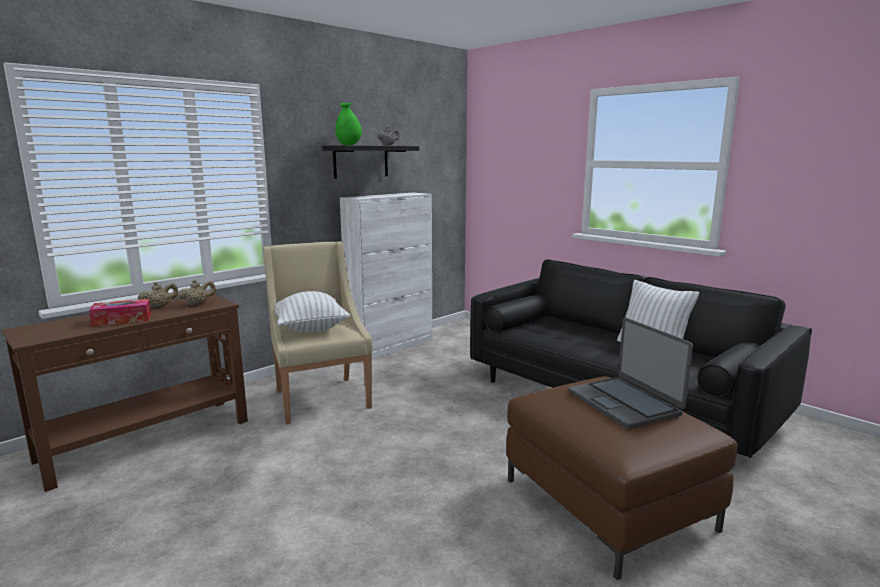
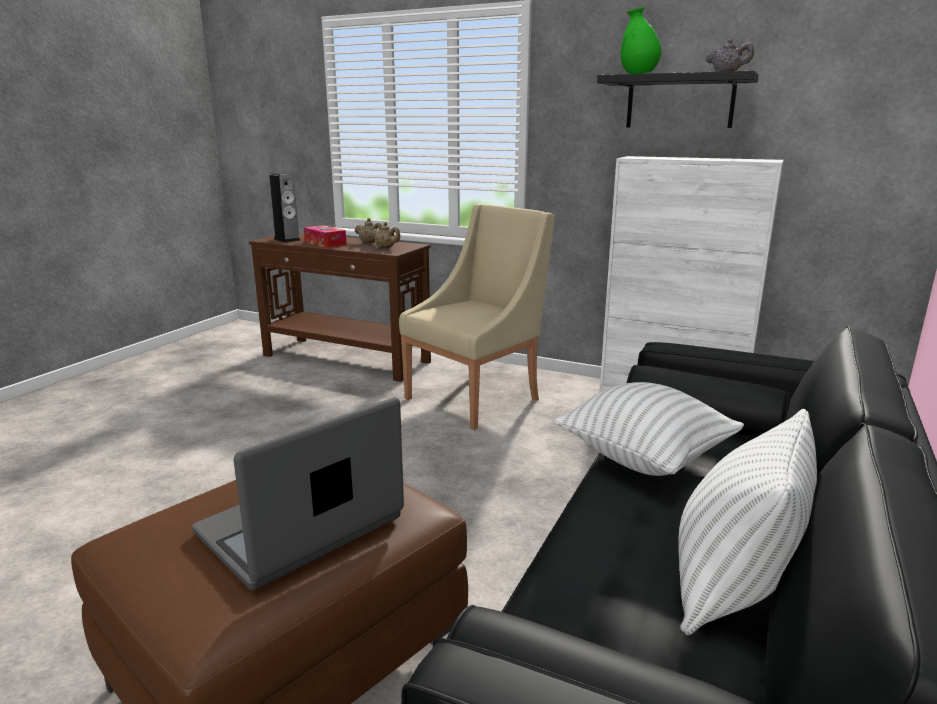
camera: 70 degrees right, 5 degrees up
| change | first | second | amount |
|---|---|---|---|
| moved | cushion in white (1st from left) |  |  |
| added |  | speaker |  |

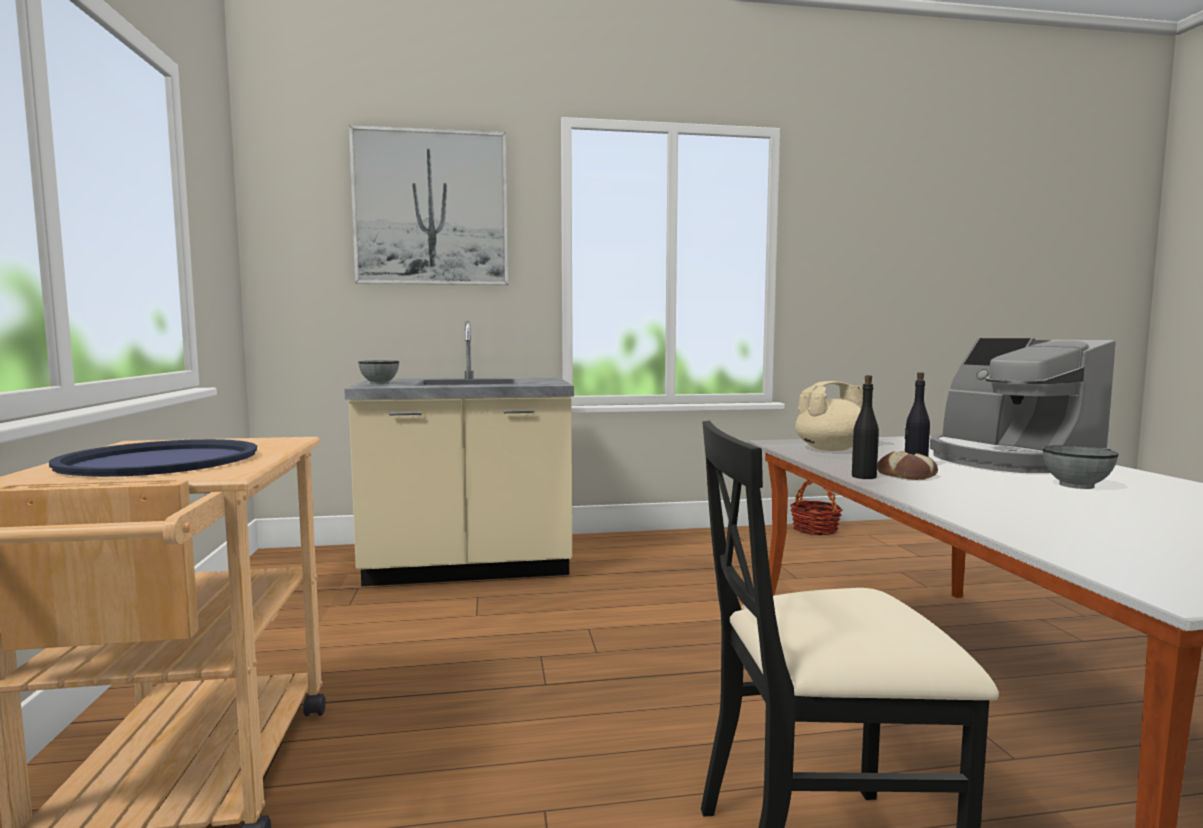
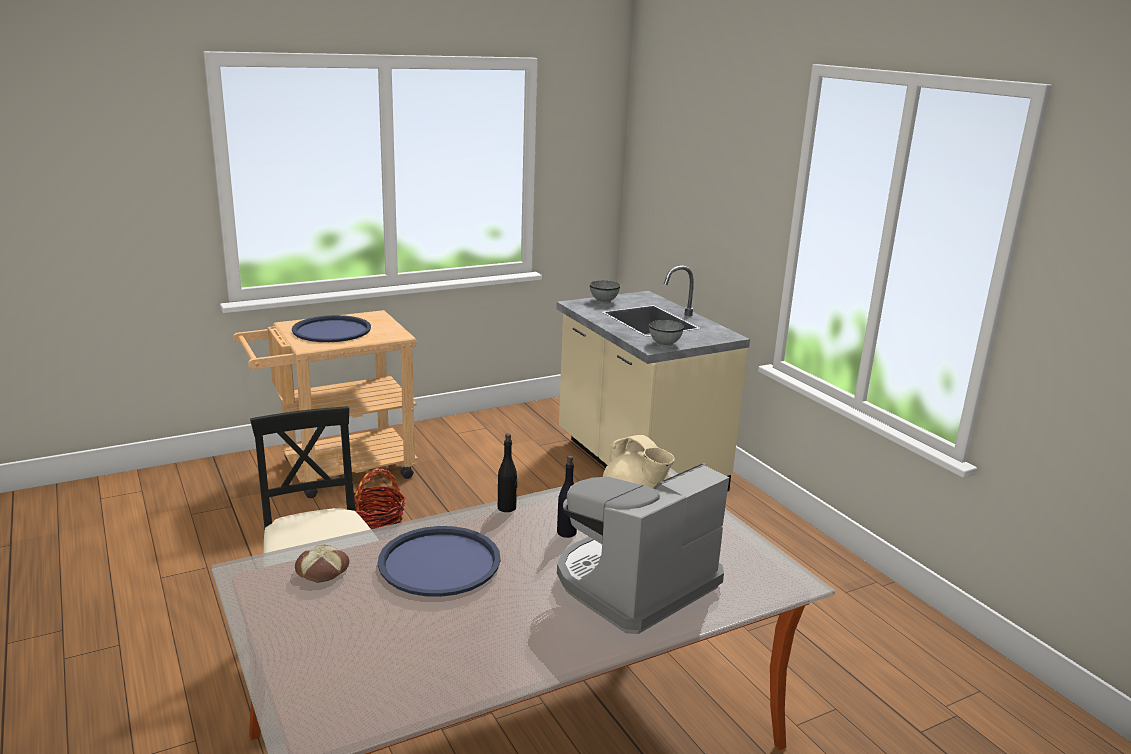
camera: 70 degrees right, 15 degrees up
| change | first | second | amount |
|---|---|---|---|
| removed | wall art |  |  |
| moved | bowl in grey (2nd from left) |  |  |
| moved | bakery bread |  |  |
| moved | household basket |  |  |
| added |  | tray in blue-coloured (2nd from left) |  |

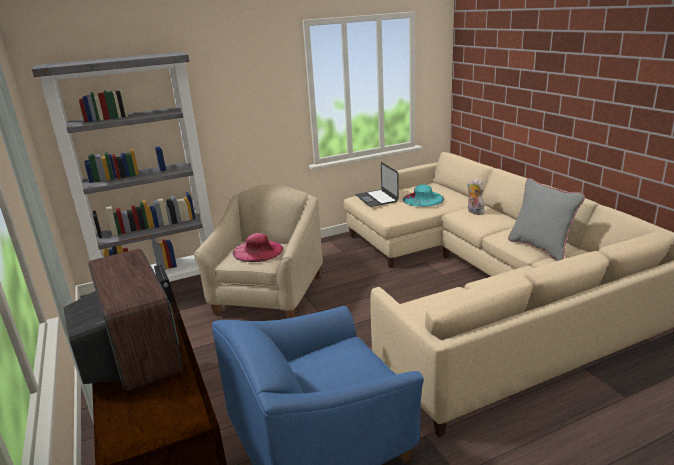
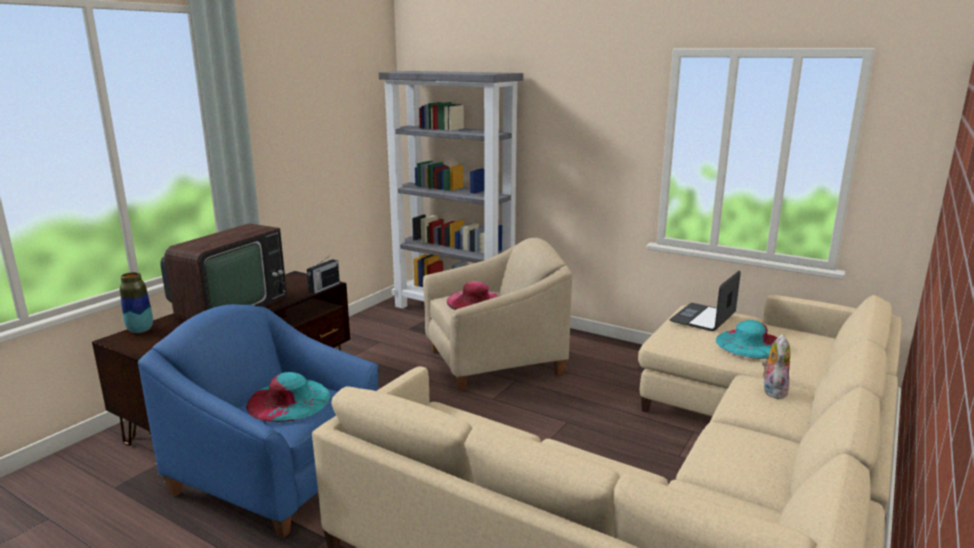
camera: 55 degrees right, 5 degrees down
| change | first | second | amount |
|---|---|---|---|
| removed | cushion in grey |  |  |
| added |  | vase |  |
| added |  | wearable hat in turquoise-coloured (1st from left) |  |

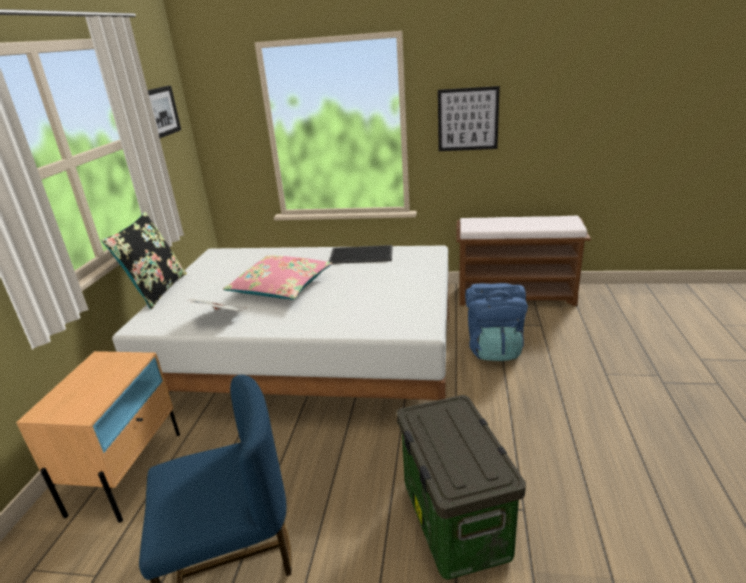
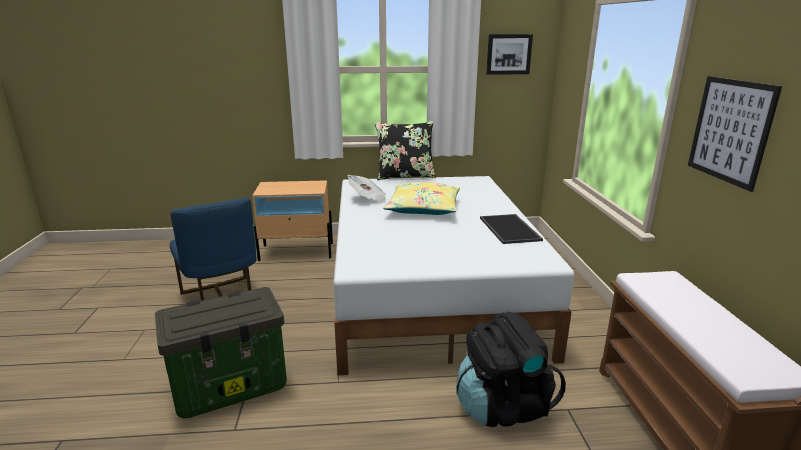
camera: 75 degrees right, 5 degrees down
| change | first | second | amount |
|---|---|---|---|
| recoloured | cushion in pinkish | cushion in yellowish |  |
| recoloured | rucksack in blue-coloured | rucksack in black-coloured |  |

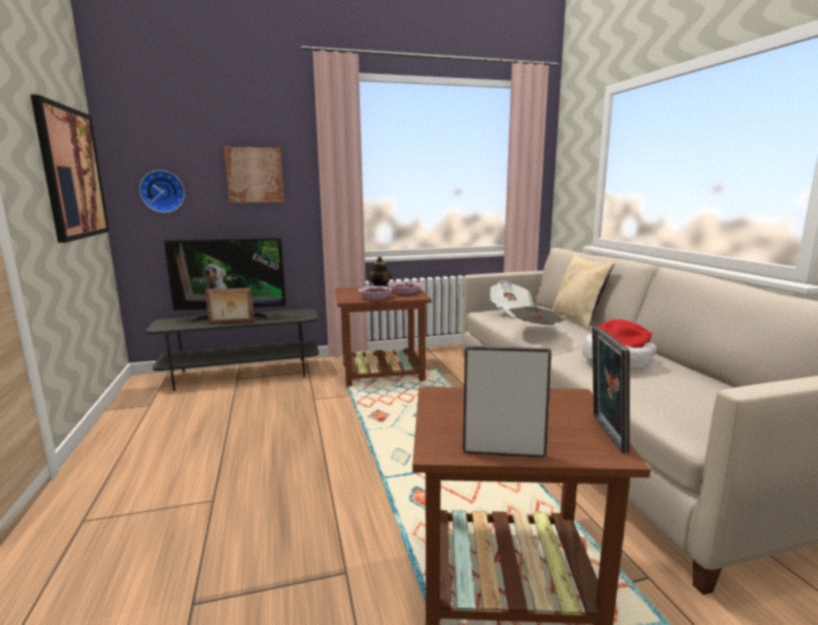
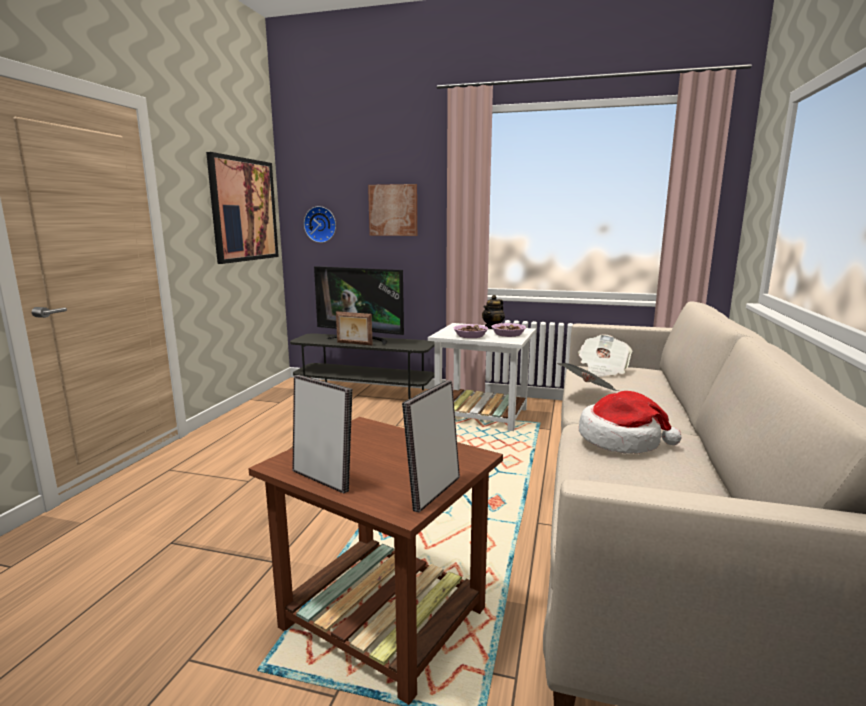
camera: 30 degrees right, 0 degrees up
| change | first | second | amount |
|---|---|---|---|
| removed | cushion in sand-coloured |  |  |
| recoloured | accent table in brown-coloured (1st from left) | accent table in white |  |

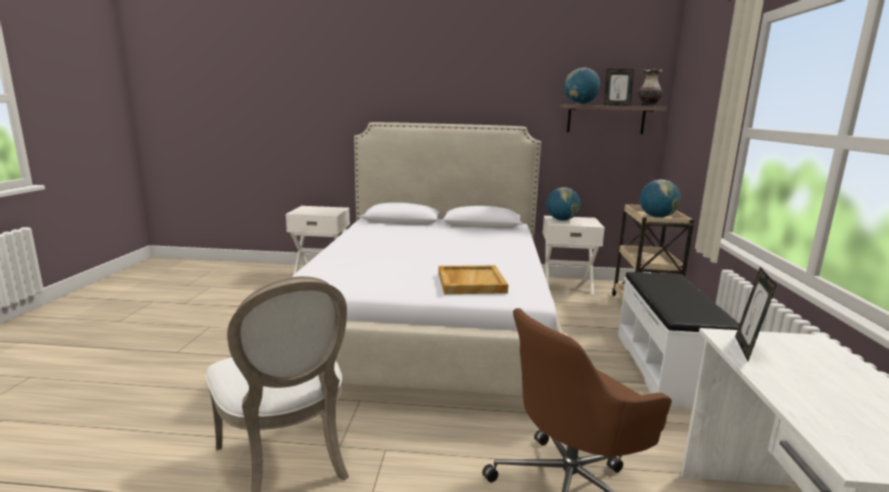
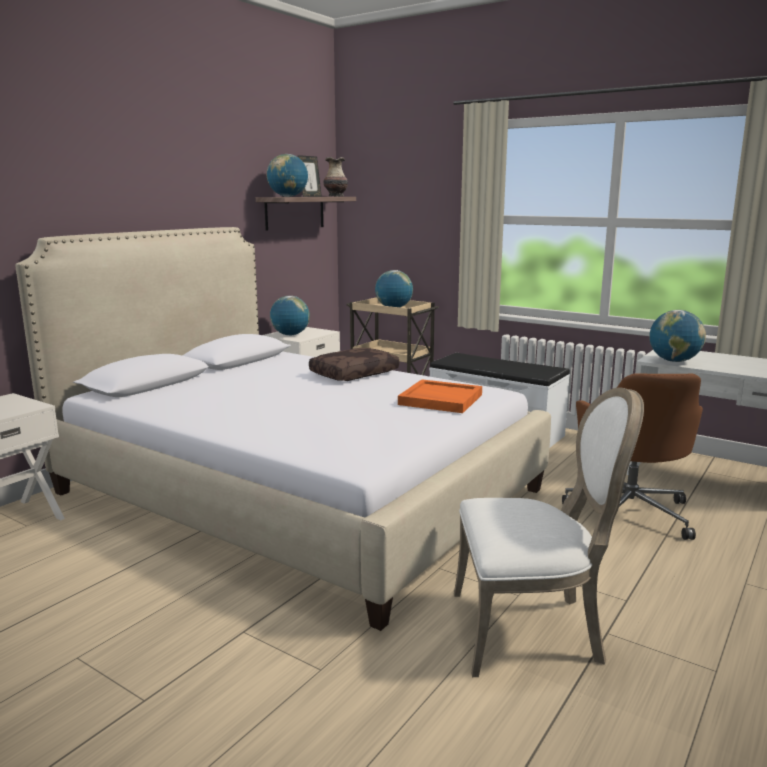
camera: 60 degrees left, 0 degrees up
| change | first | second | amount |
|---|---|---|---|
| recoloured | tray in sand-coloured | tray in orangey |  |
| replaced | picture frame (2nd from left) | desk globe (4th from left) |  |
| added |  | cushion in brown-coloured |  |

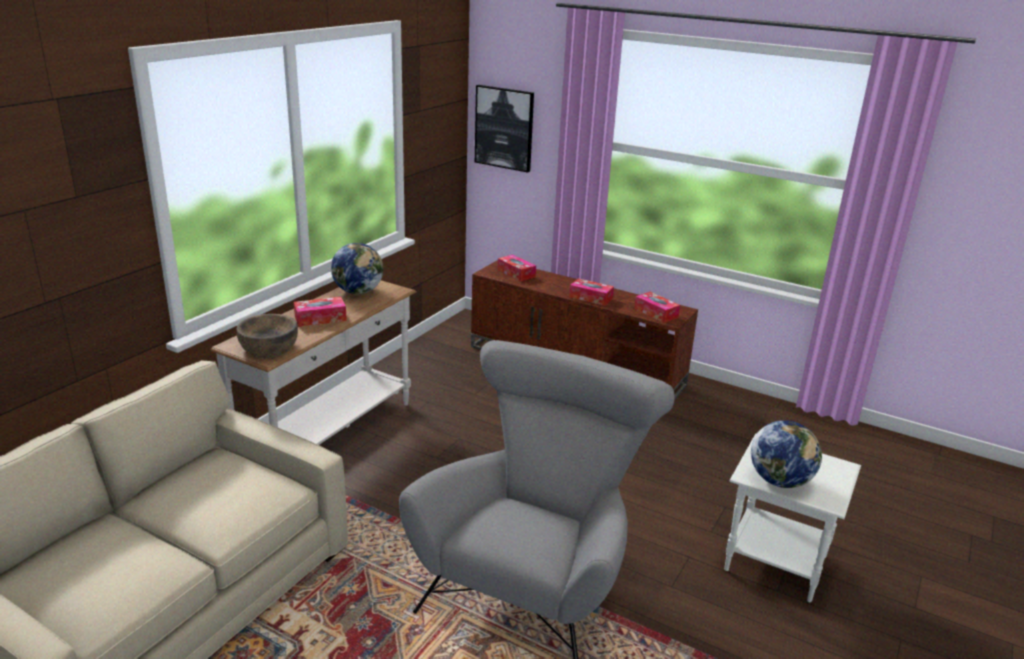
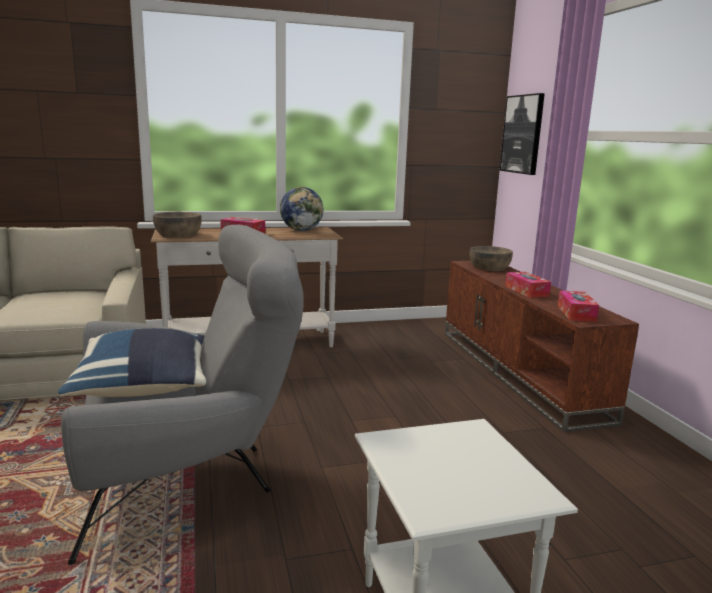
camera: 45 degrees right, 10 degrees down
| change | first | second | amount |
|---|---|---|---|
| replaced | tissue box (2nd from left) | bowl in brown-coloured (2nd from left) |  |
| removed | desk globe (2nd from left) |  |  |
| added |  | cushion in blue-coloured |  |

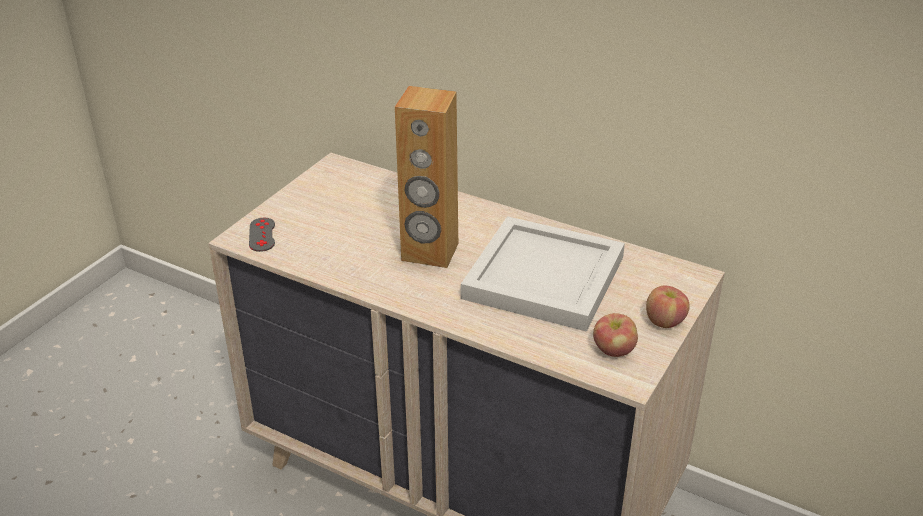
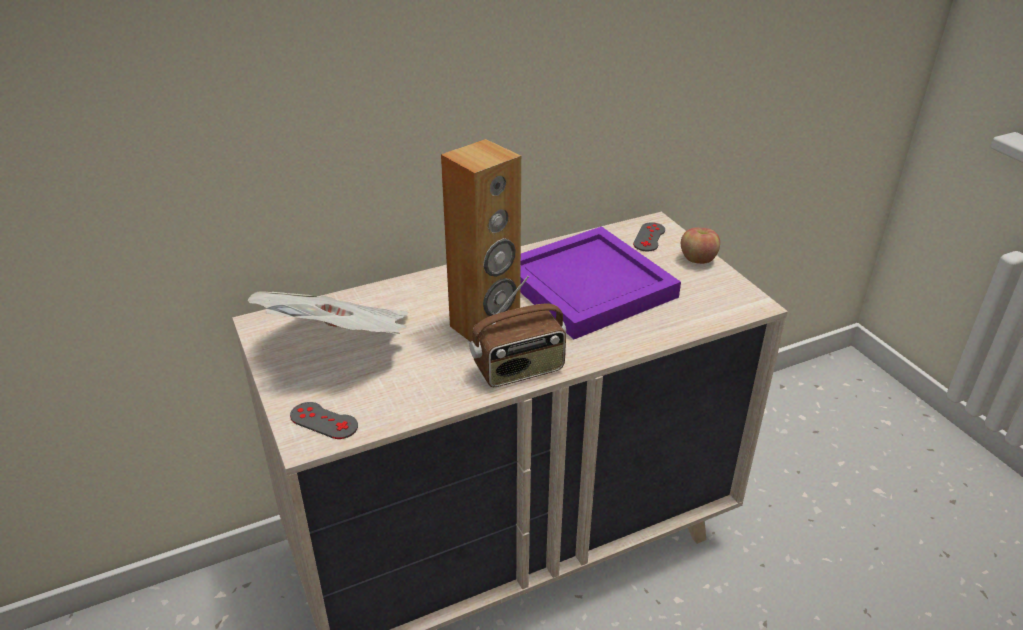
camera: 55 degrees left, 0 degrees up
| change | first | second | amount |
|---|---|---|---|
| recoloured | tray in white | tray in purple-coloured |  |
| removed | apple fruit (1st from left) |  |  |
| added |  | joypad in grey (2nd from left) |  |
| added |  | radio set |  |
| added |  | daily paper |  |

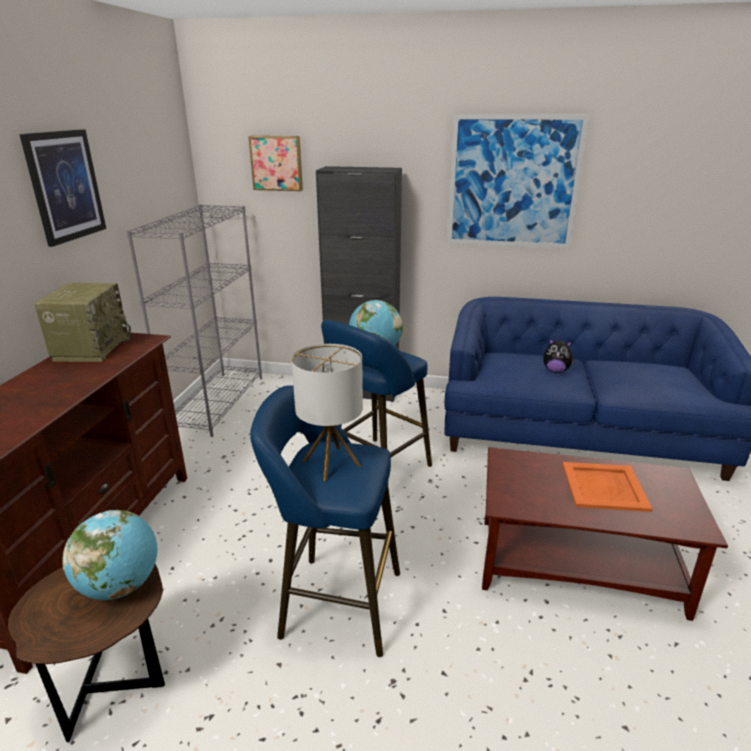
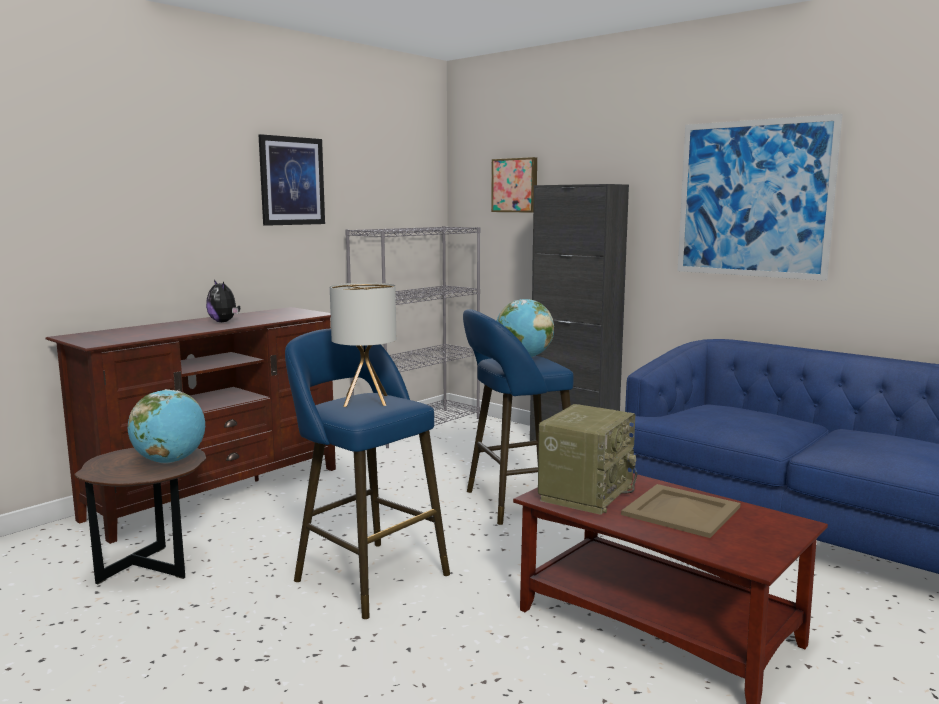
camera: 30 degrees right, 15 degrees down
| change | first | second | amount |
|---|---|---|---|
| moved | radio set |  |  |
| moved | cuddly toy |  |  |
| recoloured | tray in orangey | tray in sand-coloured |  |

